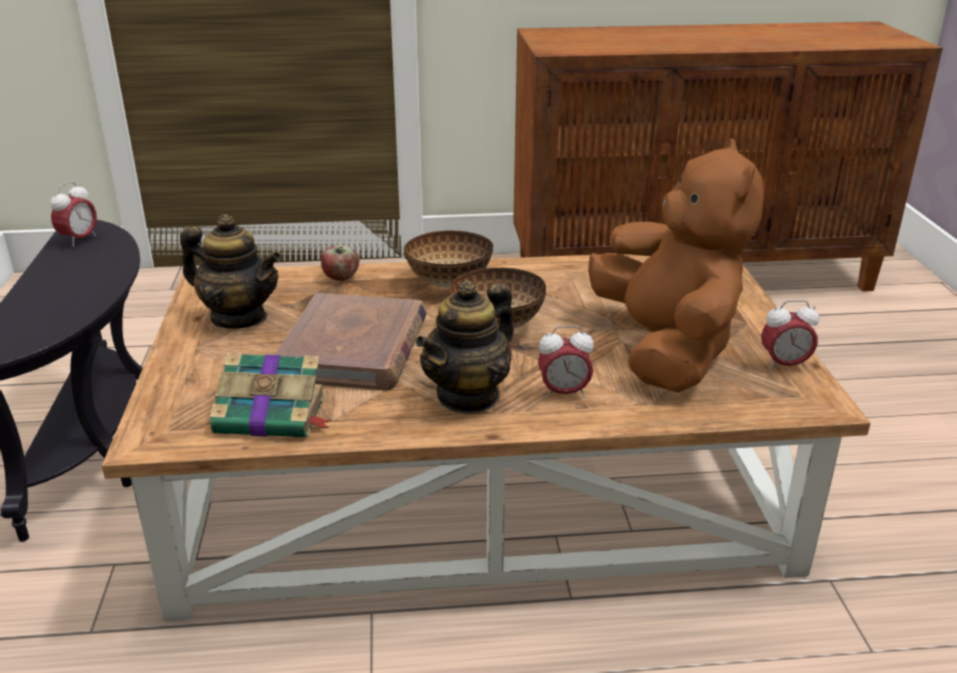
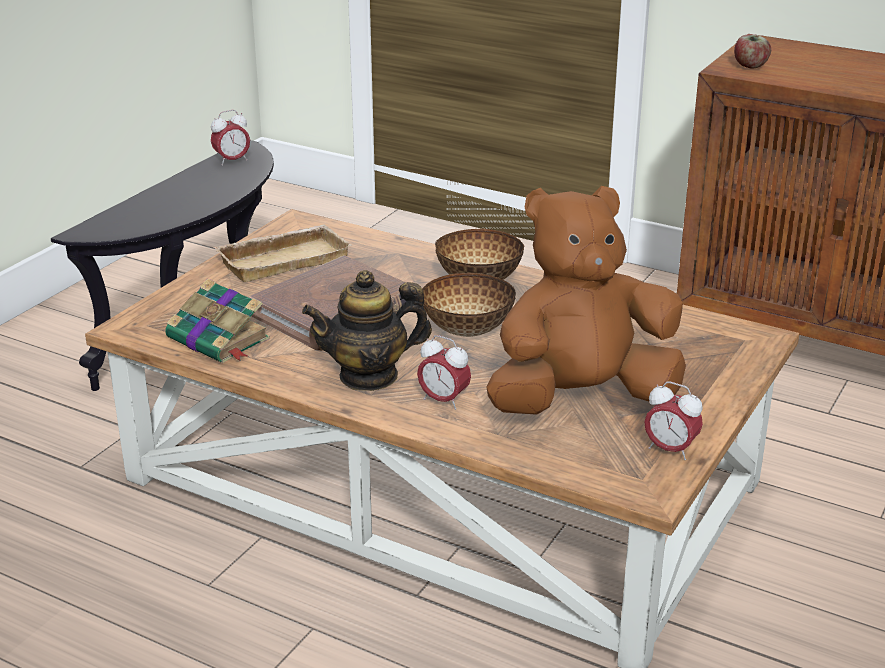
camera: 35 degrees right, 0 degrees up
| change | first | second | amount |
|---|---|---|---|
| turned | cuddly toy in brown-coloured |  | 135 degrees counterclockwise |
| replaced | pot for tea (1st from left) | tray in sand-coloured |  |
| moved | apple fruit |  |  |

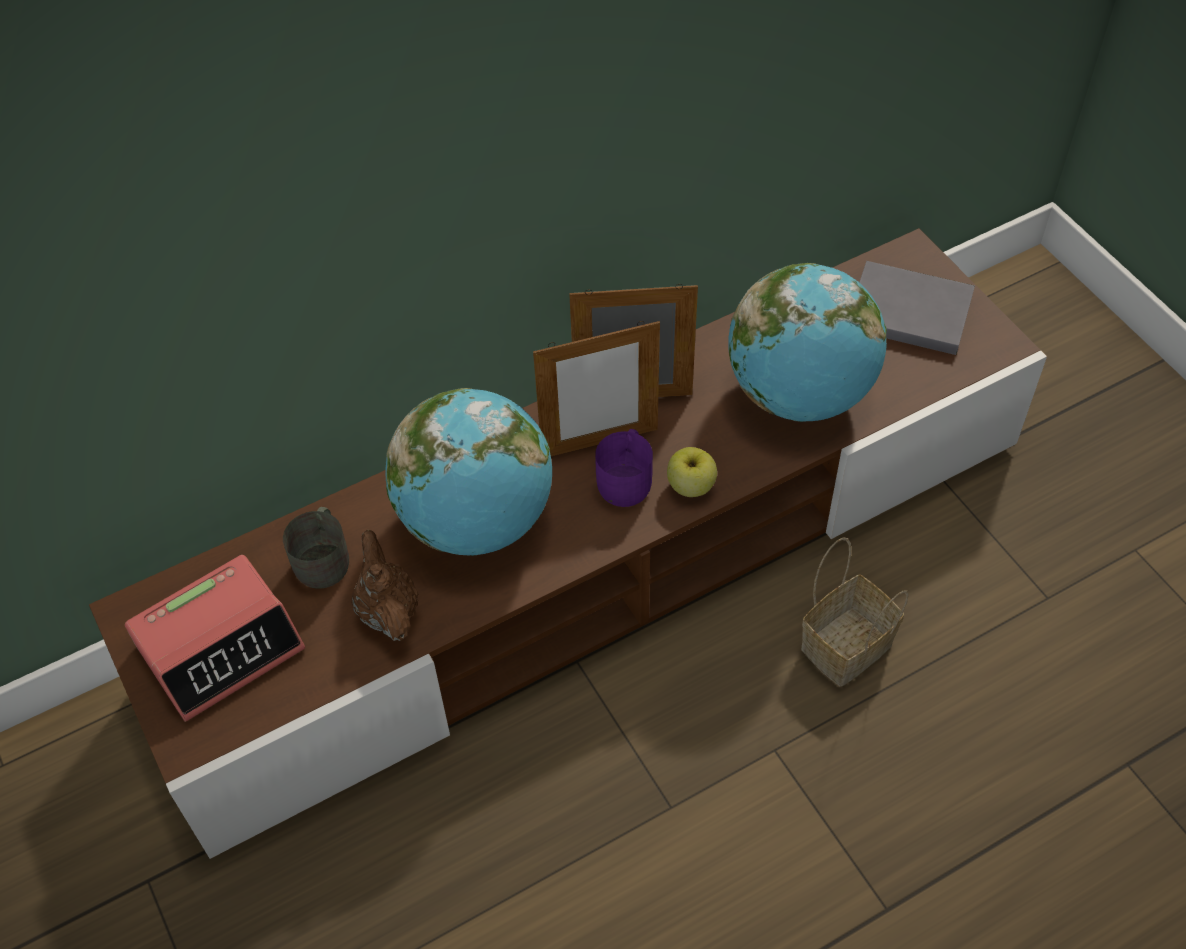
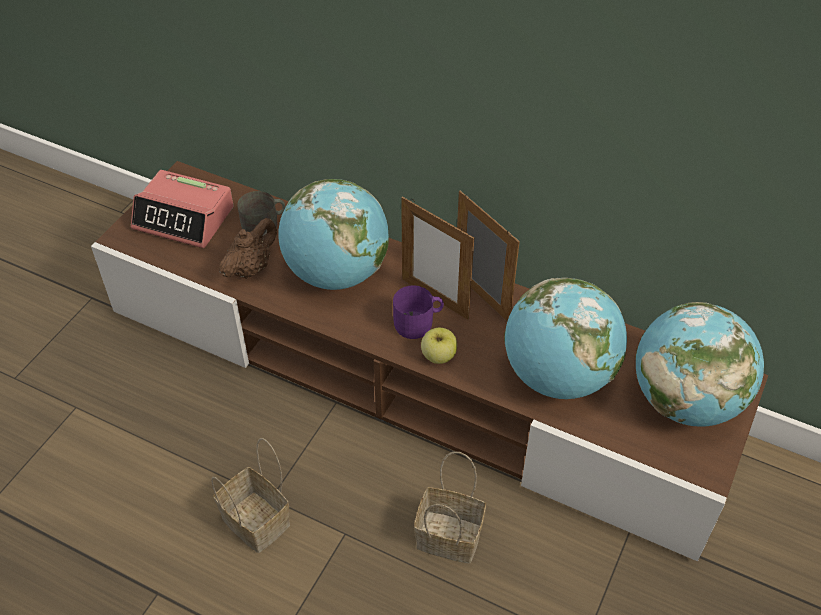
camera: 55 degrees right, 5 degrees down
| change | first | second | amount |
|---|---|---|---|
| replaced | book in grey | desk globe (3rd from left) |  |
| added |  | household basket (1st from left) |  |

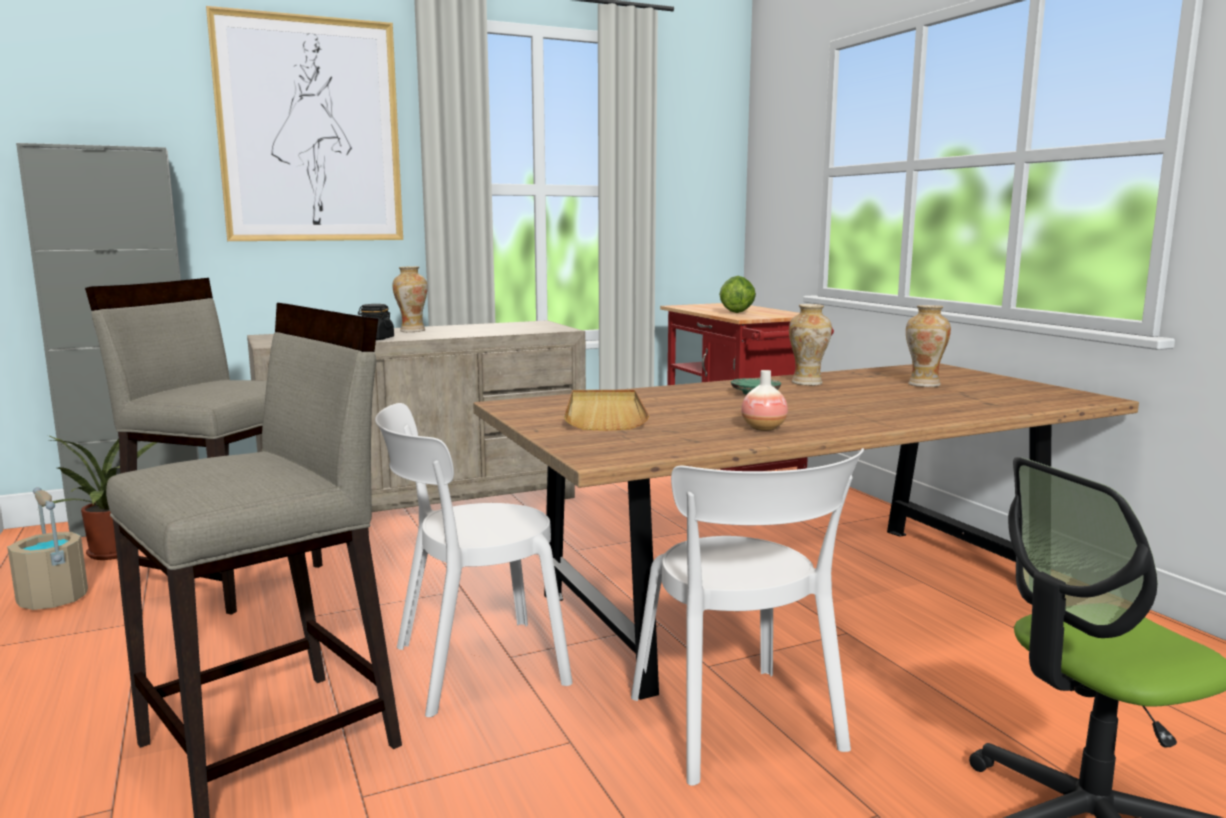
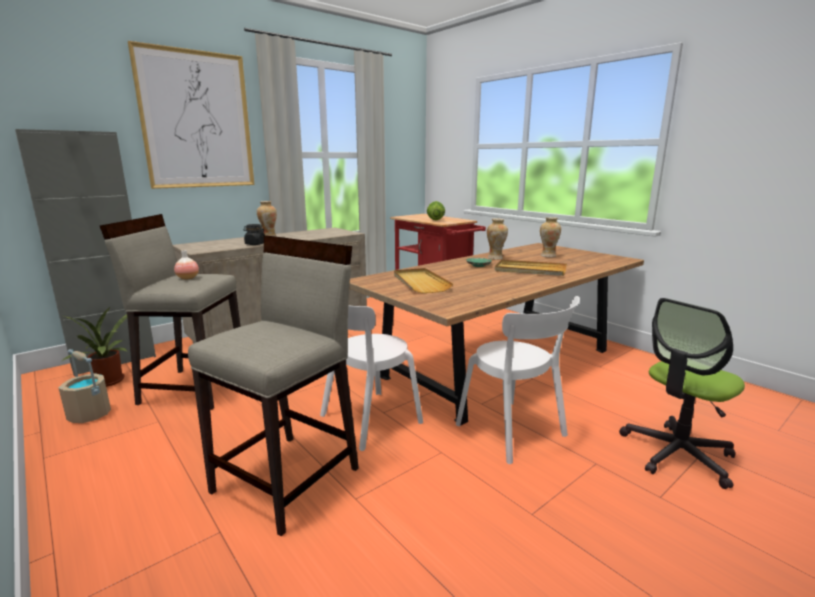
camera: 15 degrees left, 5 degrees up
| change | first | second | amount |
|---|---|---|---|
| moved | vase (2nd from left in the first image) | vase (1st from left) |  |
| added |  | tray in sand-coloured (2nd from left) |  |

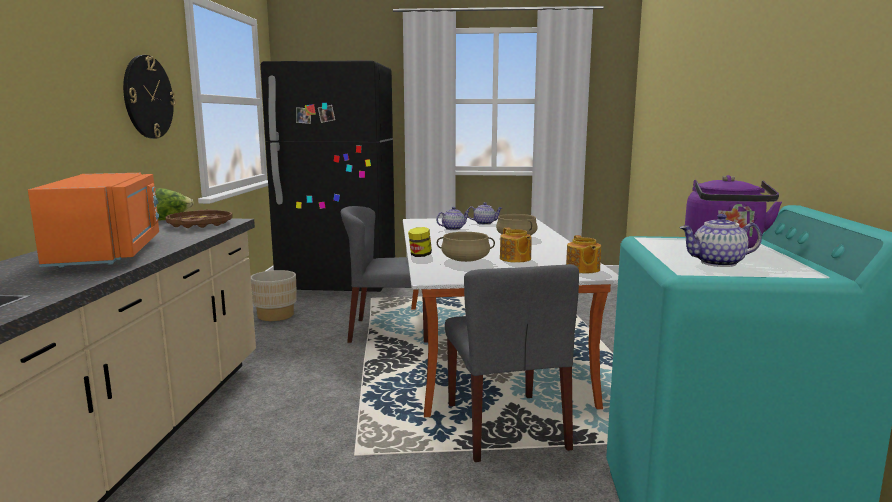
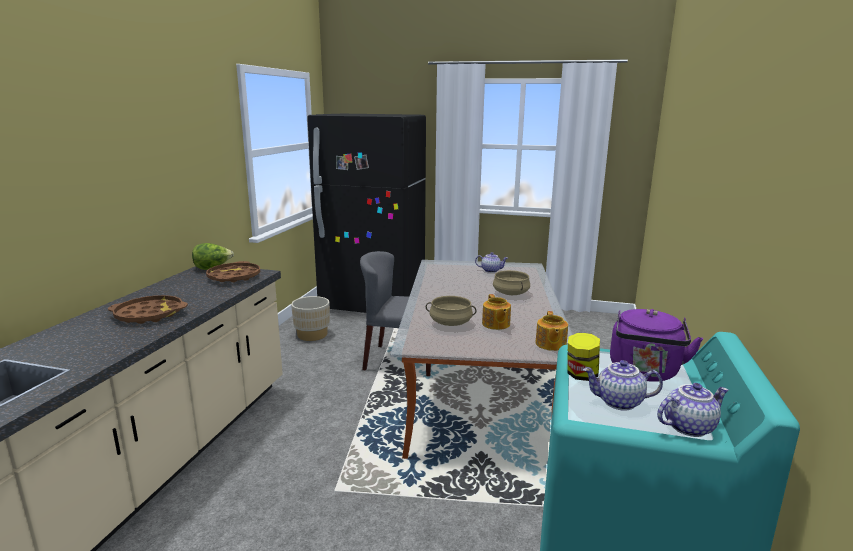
camera: 10 degrees right, 5 degrees up
| change | first | second | amount |
|---|---|---|---|
| removed | hanging clock |  |  |
| replaced | microwave oven in orangey | tray in brown-coloured (1st from left) |  |
| moved | pot for tea (1st from left in the first image) | pot for tea (5th from left) |  |
| moved | preserve jar |  |  |
| removed | upright chair in grey (2nd from left) |  |  |

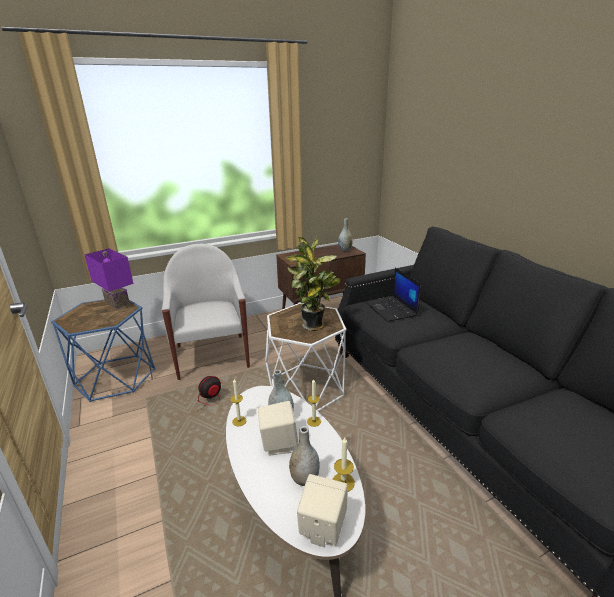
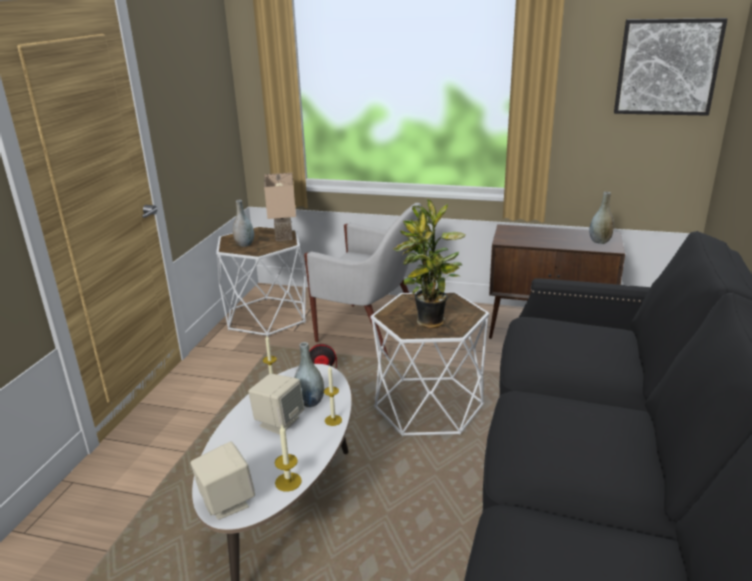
camera: 40 degrees right, 0 degrees up
| change | first | second | amount |
|---|---|---|---|
| turned | easy chair in white |  | 90 degrees clockwise |
| recoloured | tabletop lamp in purple-coloured | tabletop lamp in sand-coloured |  |
| removed | notebook computer |  |  |
| recoloured | accent table in blue-coloured | accent table in white (1st from left) |  |
| moved | vase in grey (2nd from left in the first image) | vase in grey (1st from left) |  |
| added |  | wall art |  |

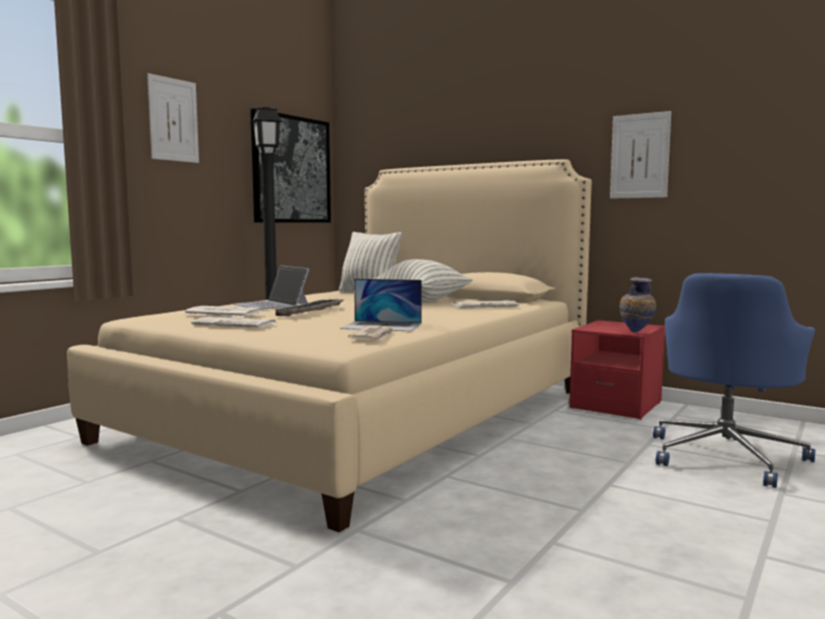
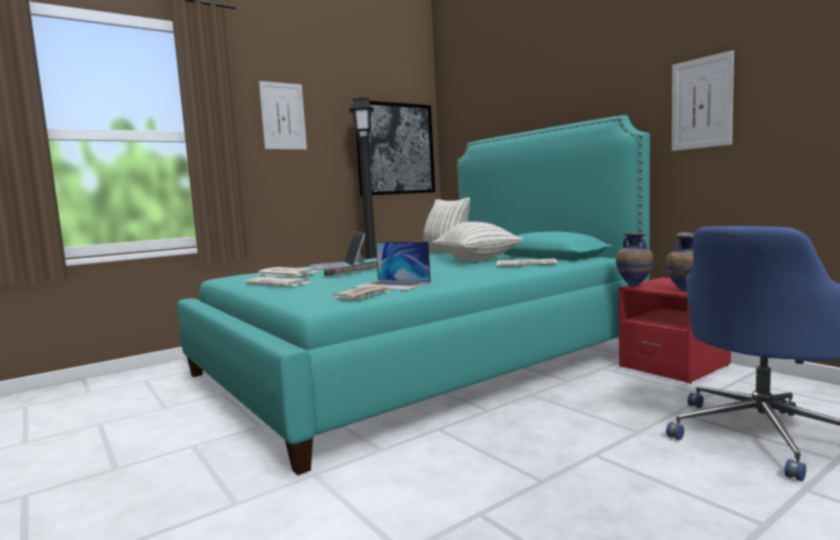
camera: 20 degrees right, 0 degrees up
| change | first | second | amount |
|---|---|---|---|
| recoloured | bed in sand-coloured | bed in turquoise-coloured |  |
| added |  | vase (1st from left) |  |

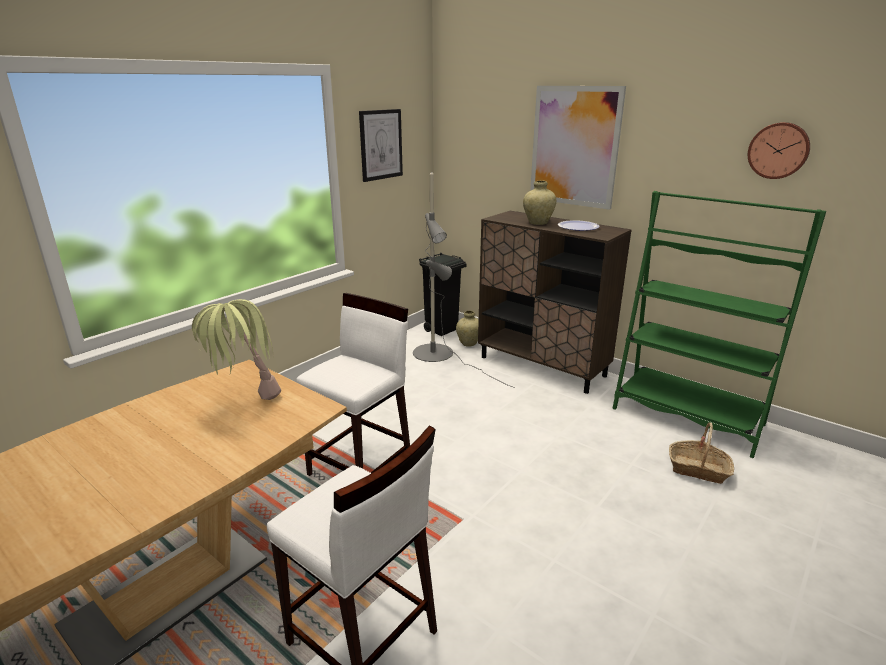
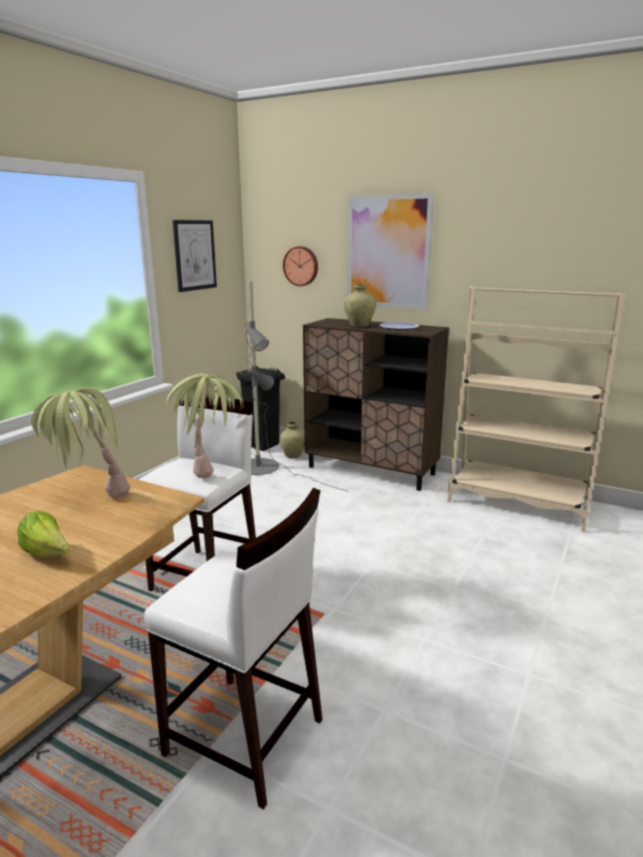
camera: 10 degrees left, 5 degrees down
| change | first | second | amount |
|---|---|---|---|
| moved | hanging clock |  |  |
| recoloured | bookshelf in green-coloured | bookshelf in sand-coloured |  |
| removed | household basket |  |  |
| added |  | potted plant (2nd from left) |  |
| added |  | lettuce head |  |

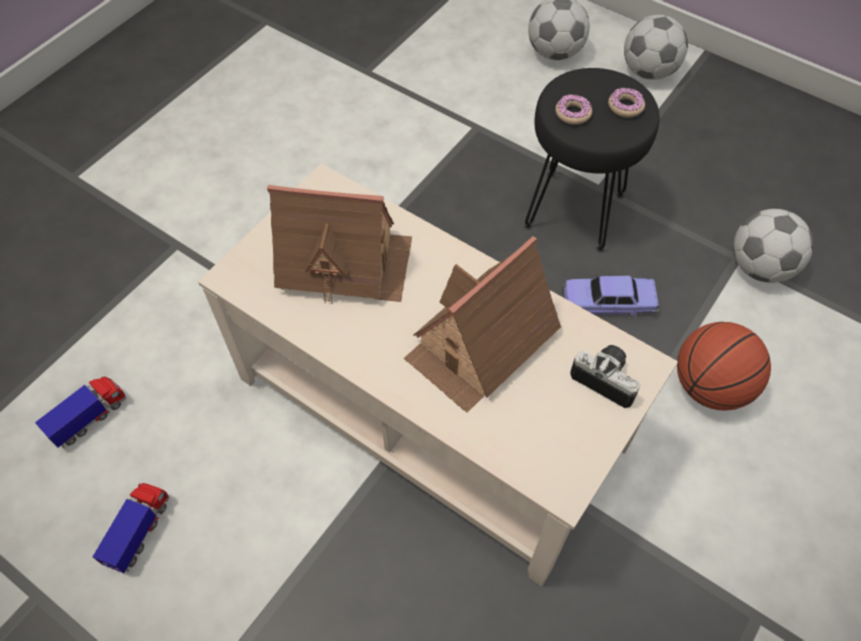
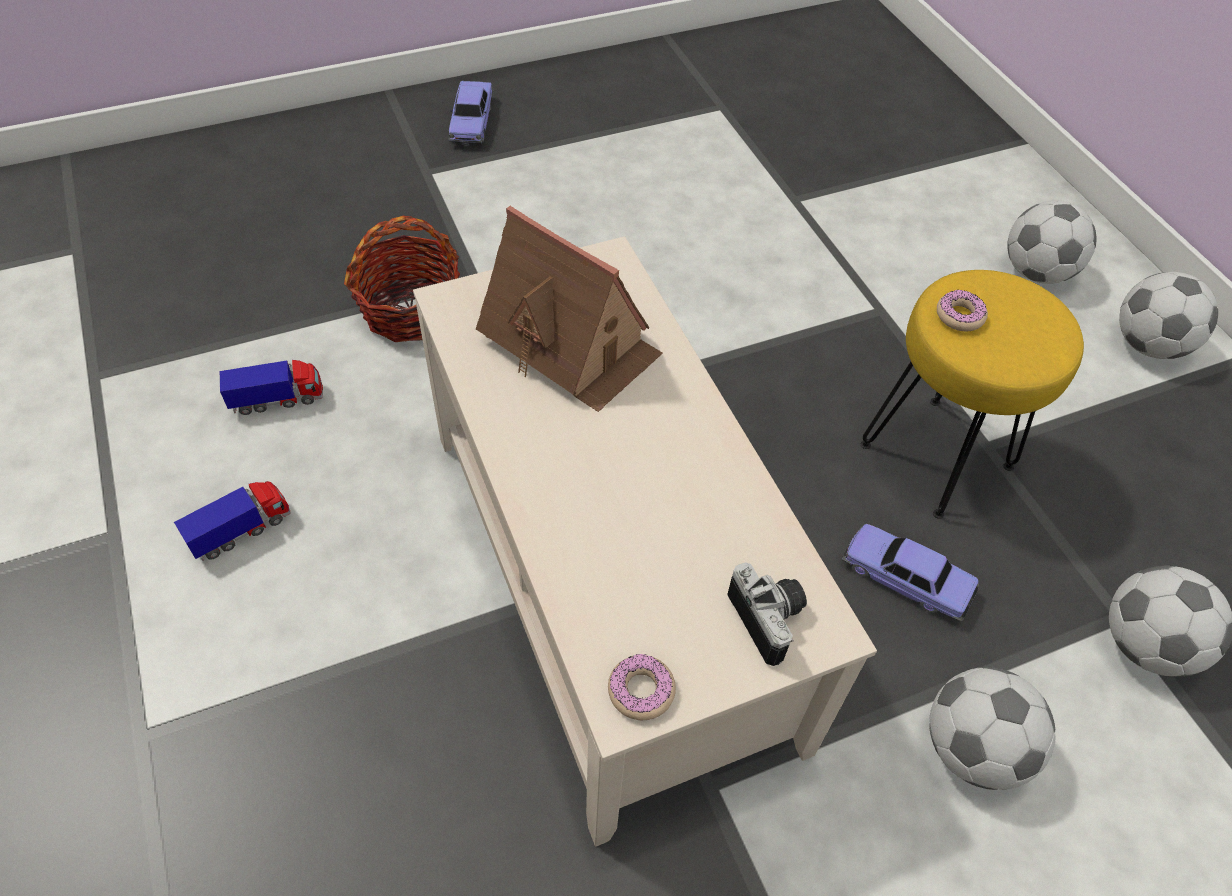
camera: 30 degrees right, 5 degrees down
| change | first | second | amount |
|---|---|---|---|
| recoloured | stool in black-coloured | stool in yellowish |  |
| moved | donut (2nd from left in the first image) | donut (1st from left) |  |
| removed | miniature house (2nd from left) |  |  |
| replaced | basketball ball | football (1st from left) |  |
| added |  | miniature car (1st from left) |  |
| added |  | household basket |  |

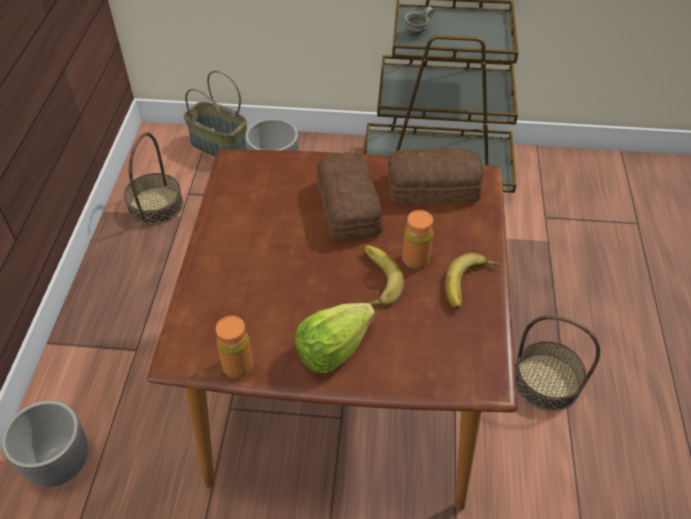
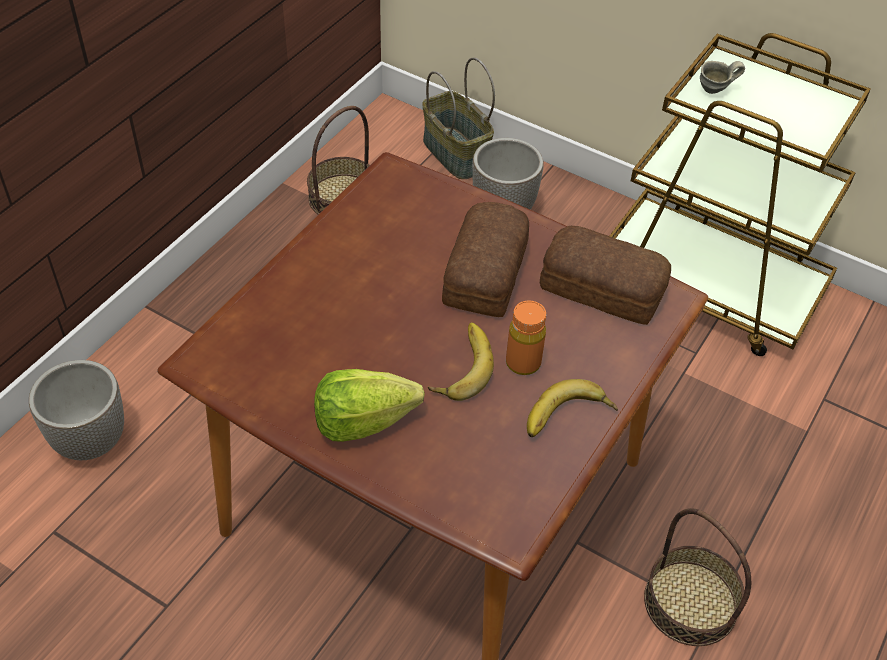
camera: 25 degrees right, 0 degrees up
| change | first | second | amount |
|---|---|---|---|
| removed | drink bottle in orangey (1st from left) |  |  |

